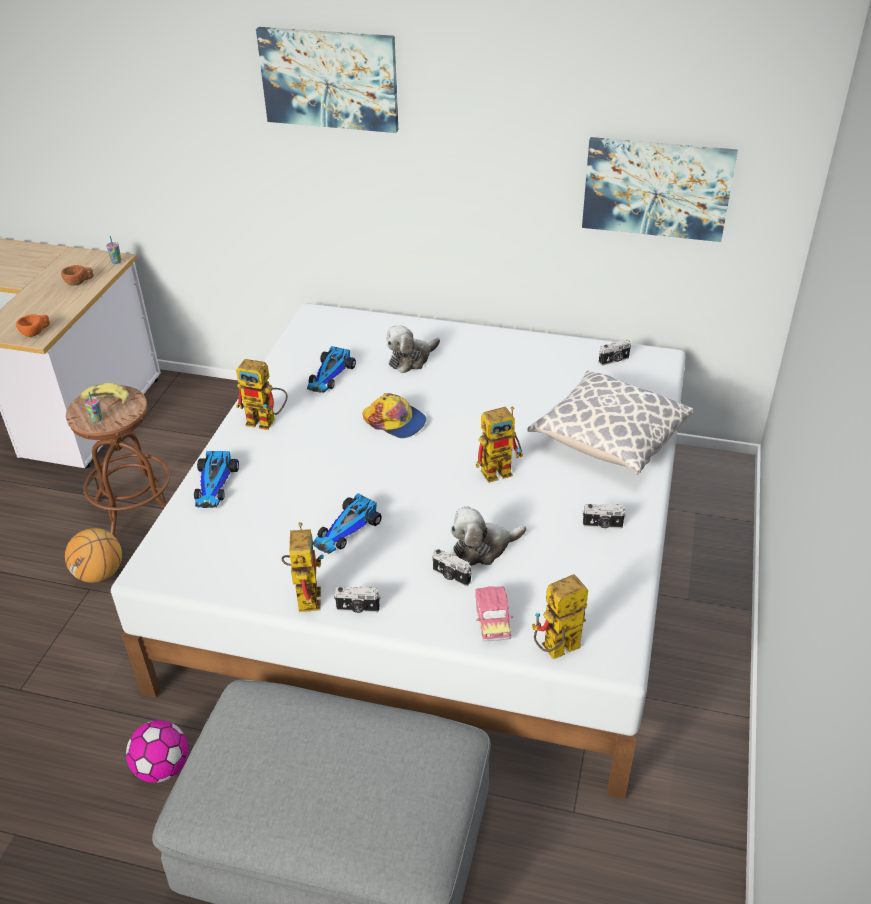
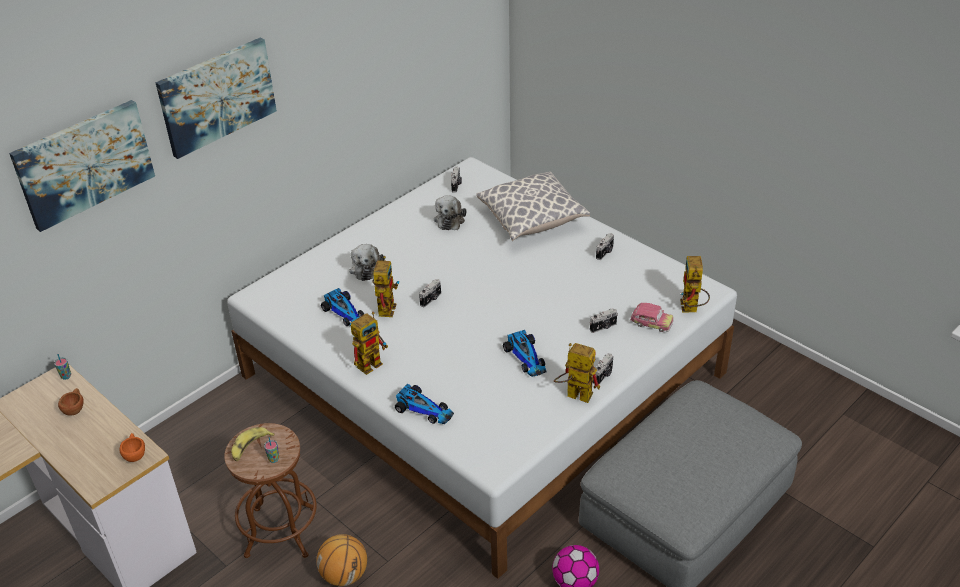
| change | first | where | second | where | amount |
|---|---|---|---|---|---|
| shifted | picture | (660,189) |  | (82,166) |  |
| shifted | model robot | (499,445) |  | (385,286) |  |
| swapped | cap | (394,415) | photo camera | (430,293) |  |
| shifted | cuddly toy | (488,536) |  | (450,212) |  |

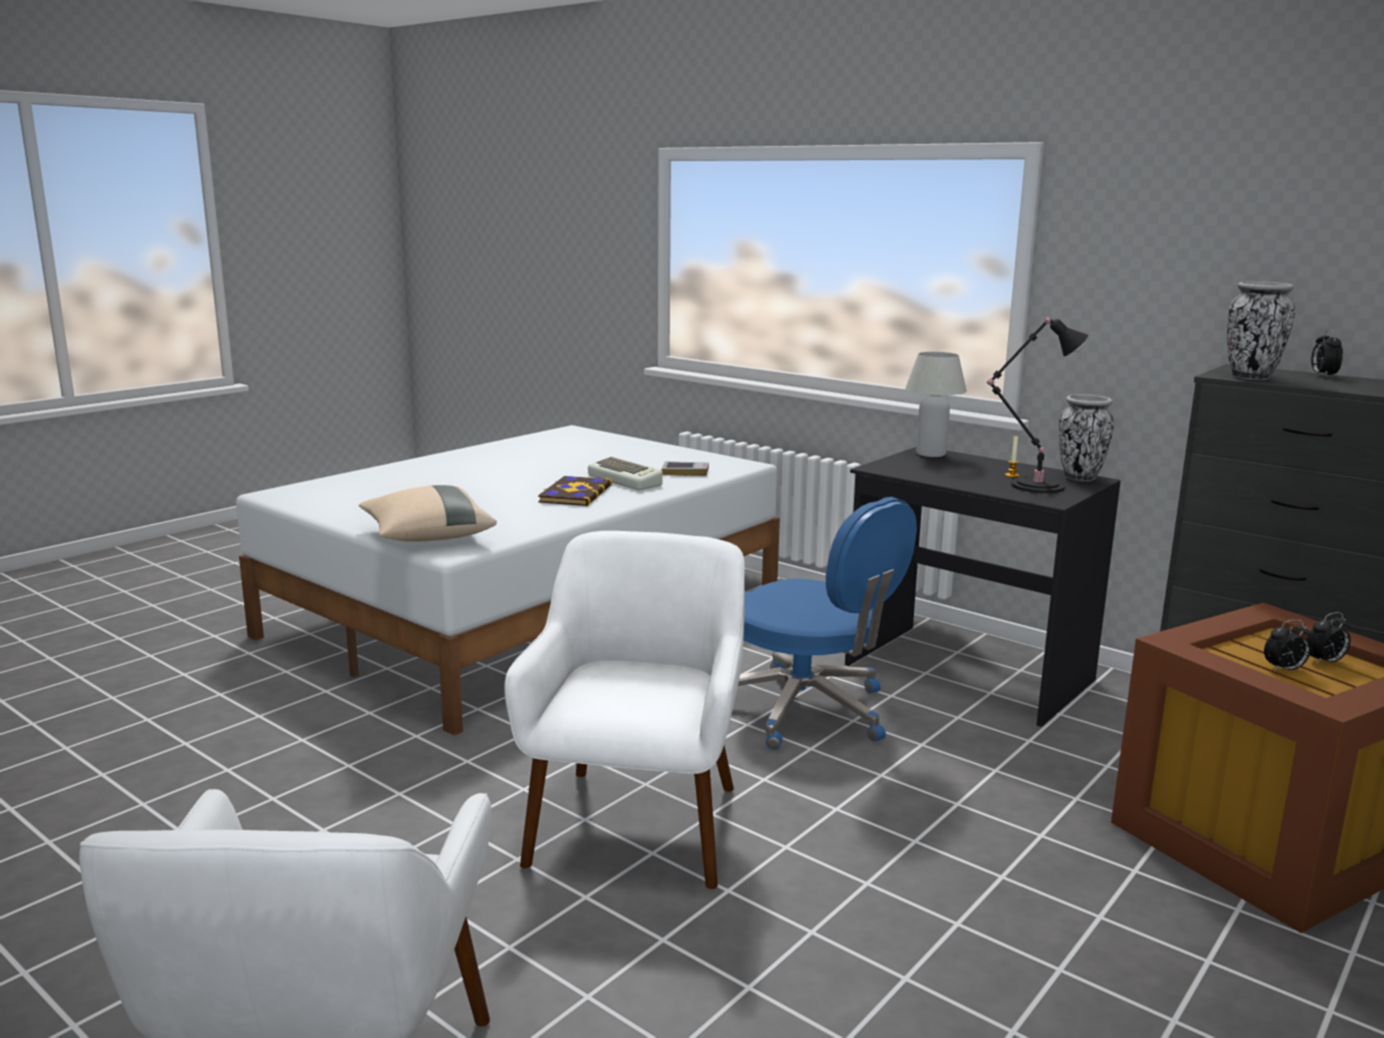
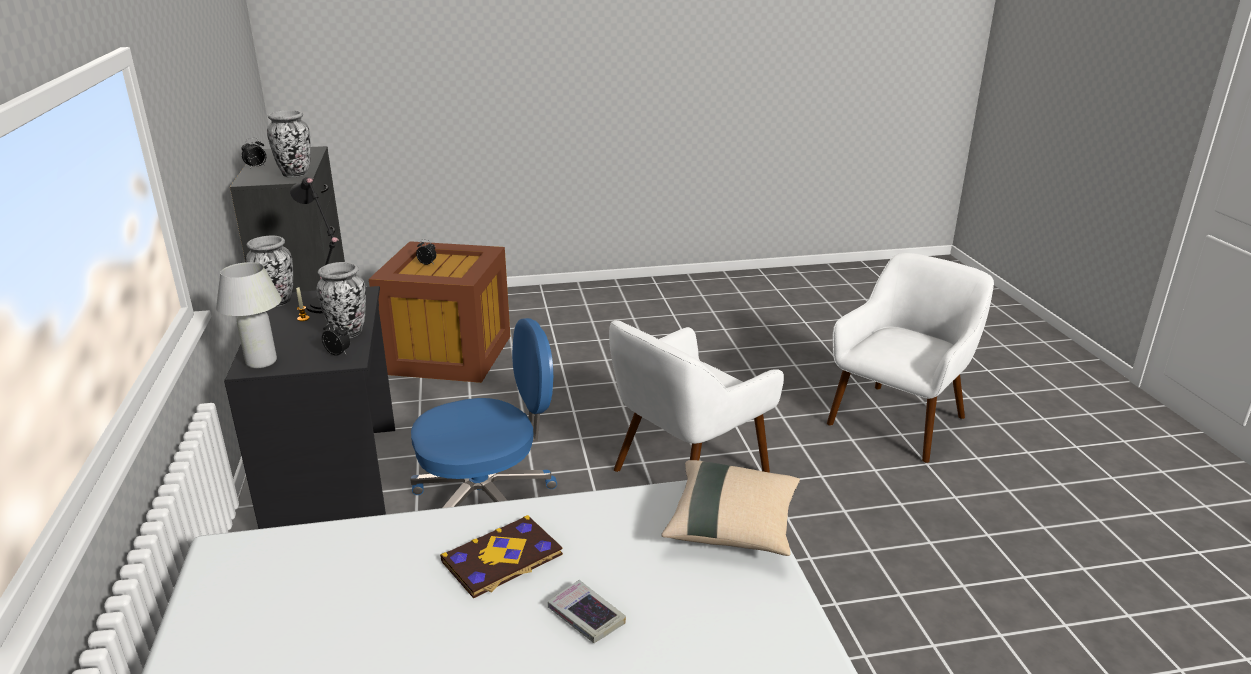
| change | first | where | second | where | amount |
|---|---|---|---|---|---|
| new |  |  | flower vase | (341,300) |  |
| shifted | alarm clock | (1288,645) |  | (336,338) |  |
| rotated | computer chair (blue) | (827,623) |  | (483,413) | 75 degrees clockwise |
| shifted | bound book | (685,468) |  | (587,611) |  |
| gone | PC keyboard | (625,473) |  |  |  |

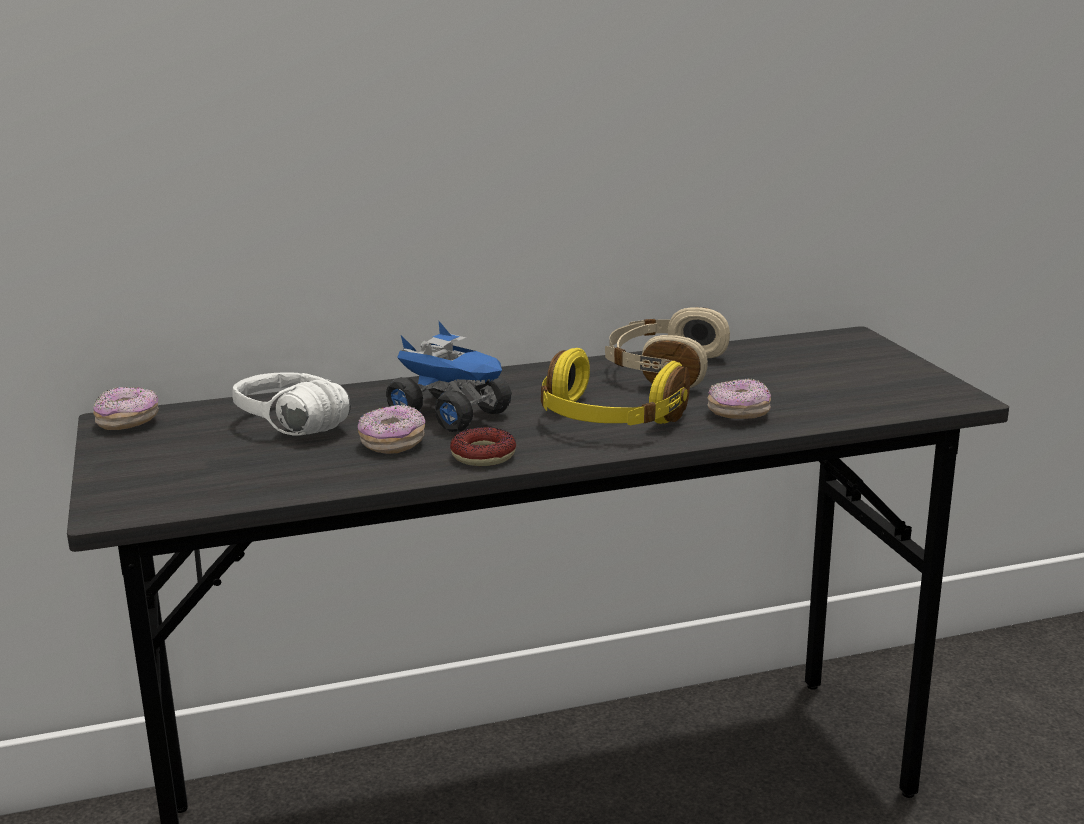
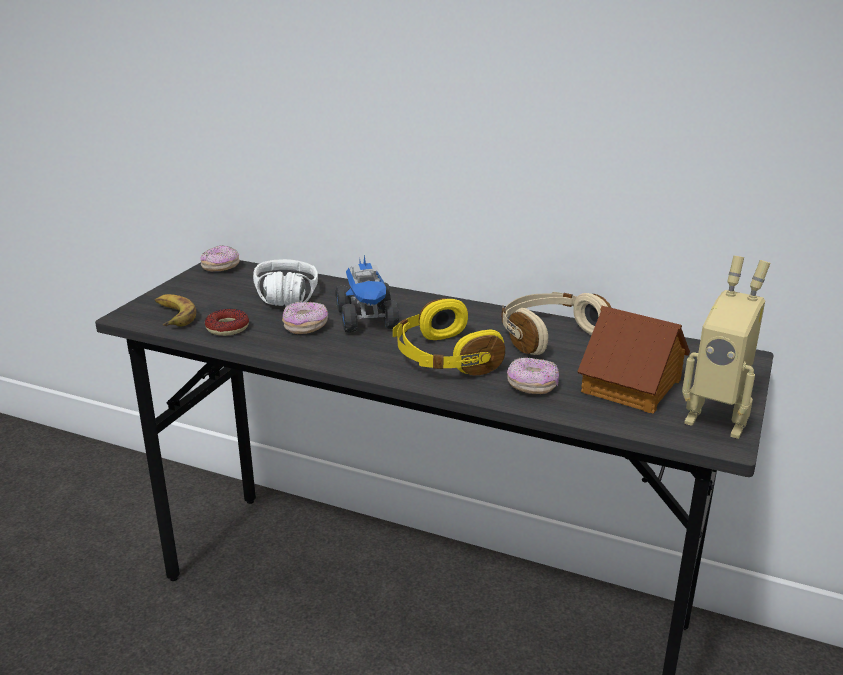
| change | first | where | second | where | amount |
|---|---|---|---|---|---|
| new |  |  | banana fruit | (175,310) |  |
| shifted | ring doughnut | (483,446) |  | (227,322) |  |
| new |  |  | toy house | (633,360) |  |
| new |  |  | model robot | (726,347) |  |

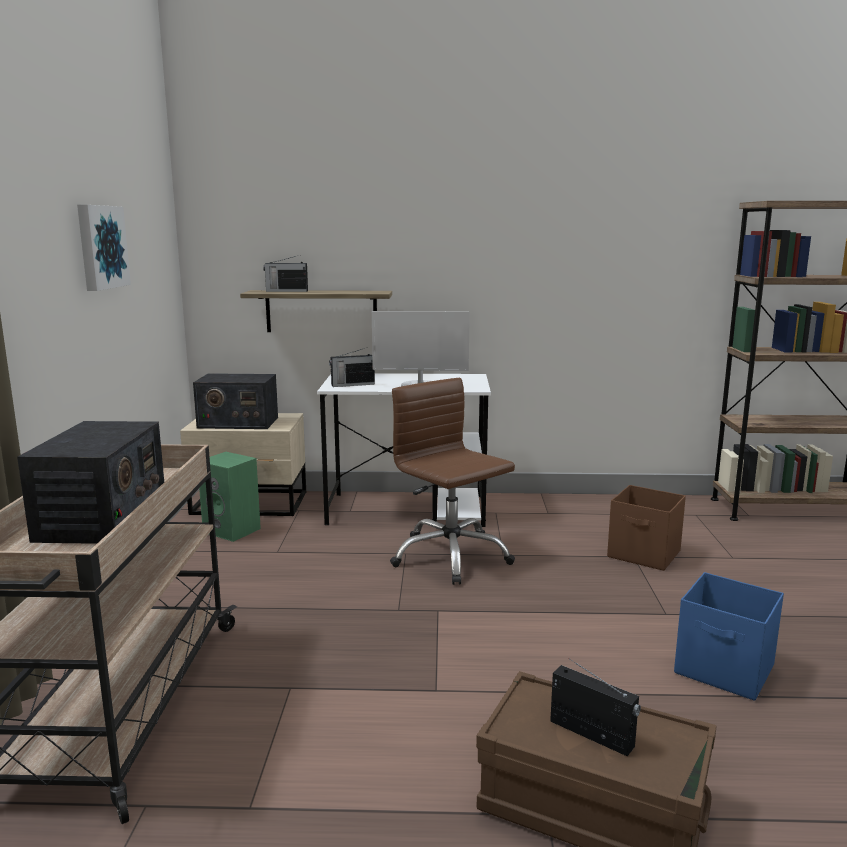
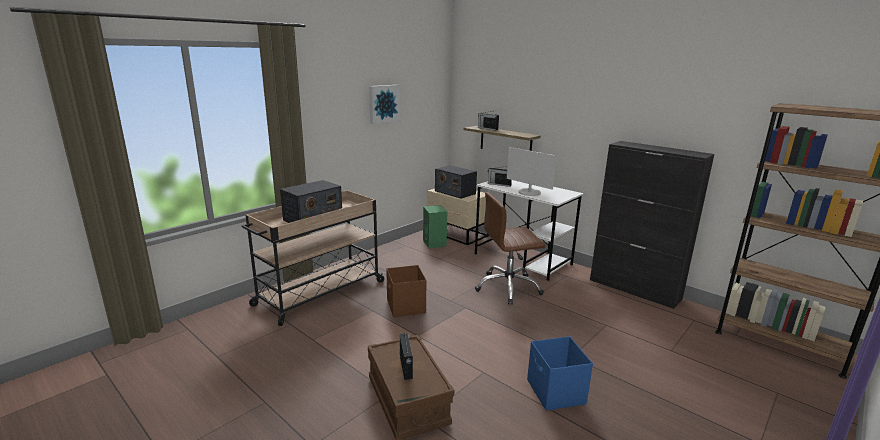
| change | first | where | second | where | amount |
|---|---|---|---|---|---|
| shifted | storage container (brown) | (646,528) |  | (406,291) |  |
| rotated | computer chair (brown) | (452,481) |  | (510,248) | 105 degrees counterclockwise |
| new |  |  | storage cabinet (black-coloured) | (652,225) |  |

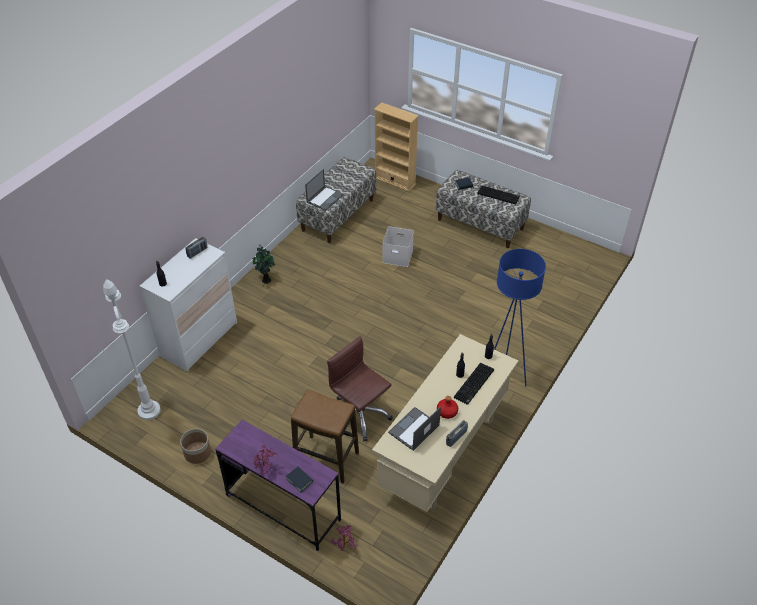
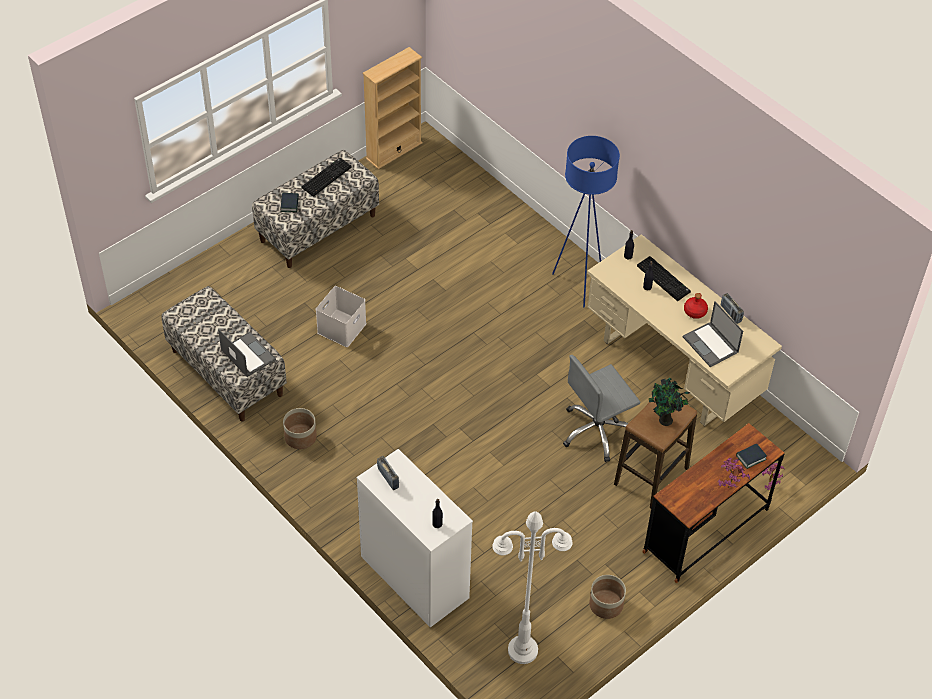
| change | first | where | second | where | amount |
|---|---|---|---|---|---|
| new |  |  | flower pot | (300,428) |  |
| shifted | shelving unit (beige) | (396,147) |  | (392,108) |  |
| repainted | computer chair (brown) | (360,389) | computer chair (greyish) | (601,408) |  |
| repainted | desk table (purplish) | (278,485) | desk table (brown) | (713,503) |  |
| shifted | houseplant | (263,264) |  | (669,402) |  |

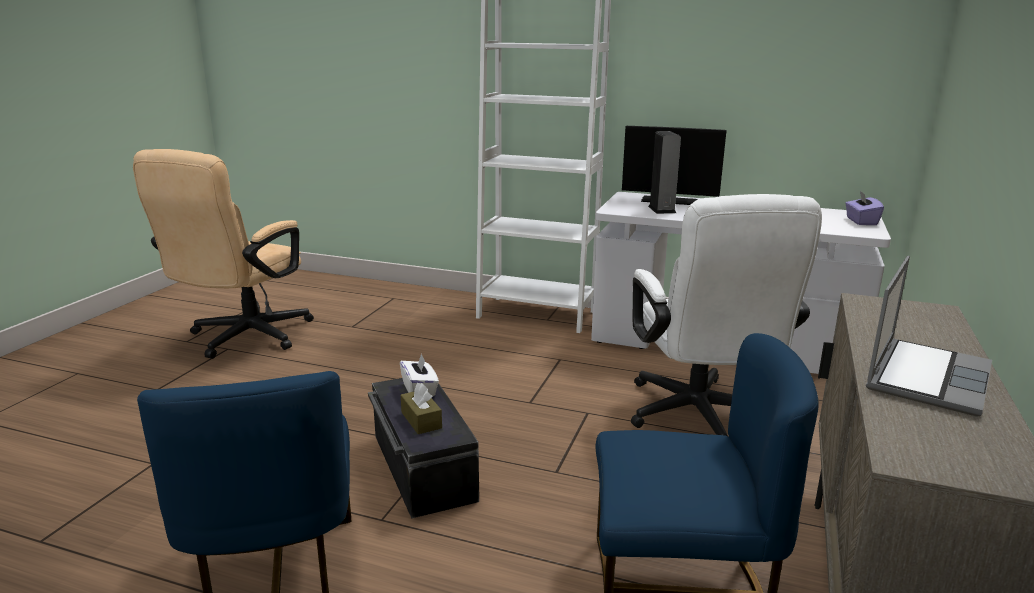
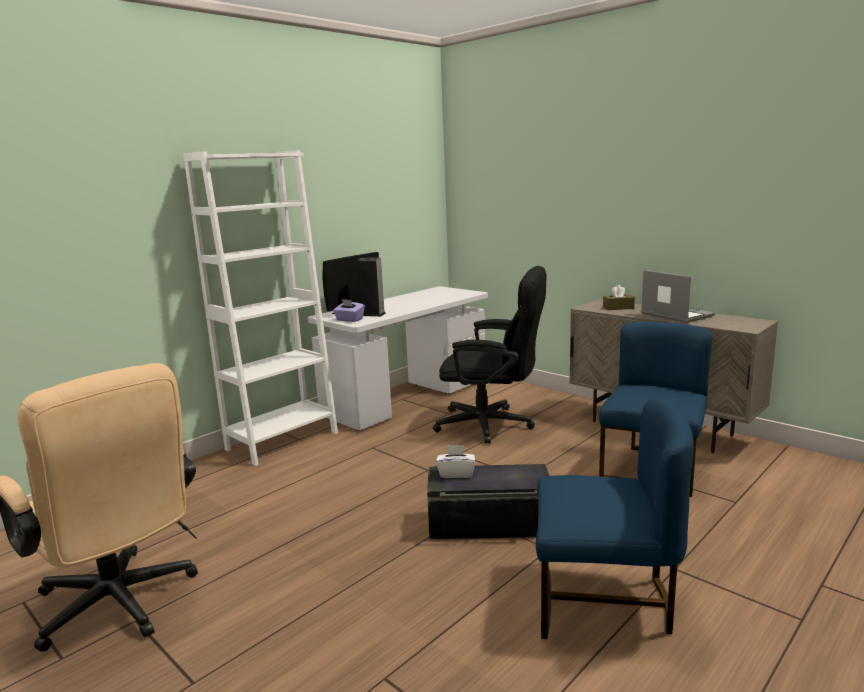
| change | first | where | second | where | amount |
|---|---|---|---|---|---|
| shifted | box of tissues (purplish) | (864,208) |  | (349,310) |  |
| repainted | computer chair (whitish) | (726,315) | computer chair (black-coloured) | (489,355) |  |
| shifted | box of tissues (brown) | (421,408) |  | (619,297) |  |

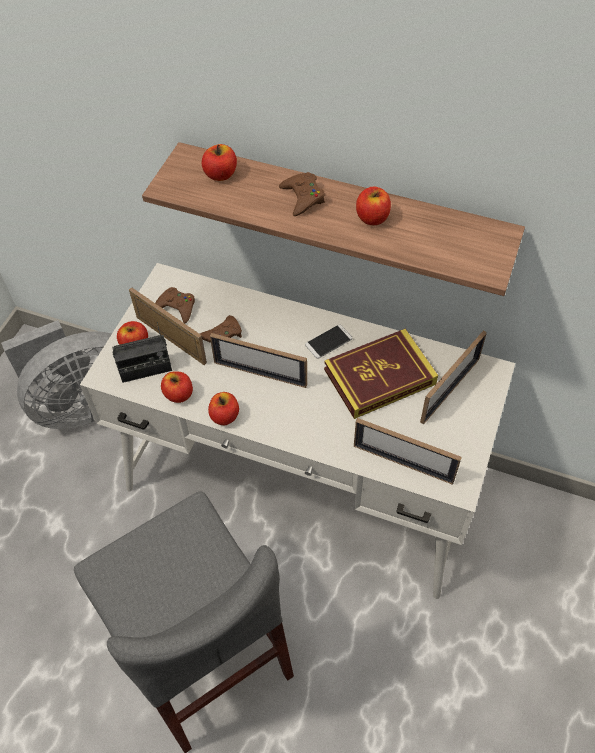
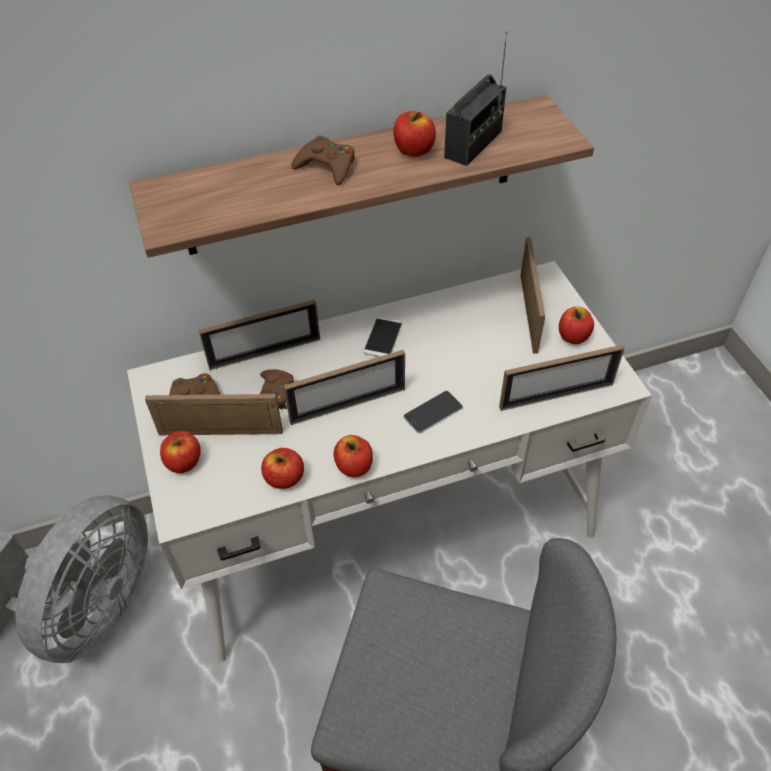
| change | first | where | second | where | amount |
|---|---|---|---|---|---|
| new |  |  | standing frame | (259,334) |  |
| new |  |  | handset | (433,412) |  |
| shifted | radio | (142,352) |  | (475,98) |  |
| shifted | apple | (219,162) |  | (576,325) |  |
| gone | bound book | (381,374) |  |  |  |

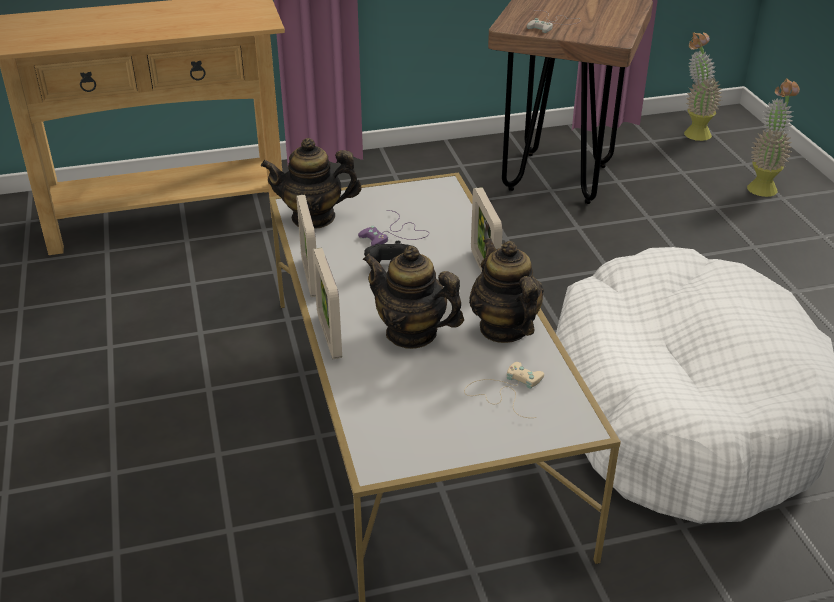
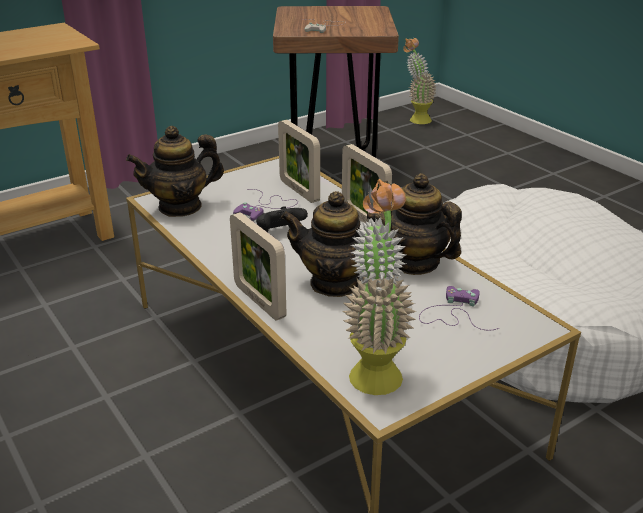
| change | first | where | second | where | amount |
|---|---|---|---|---|---|
| shifted | standing frame | (306,246) |  | (299,161) |  |
| shifted | houseplant | (773,138) |  | (380,287) |  |
| repainted | joypad (beige) | (504,390) | joypad (purplish) | (459,308) |  |

